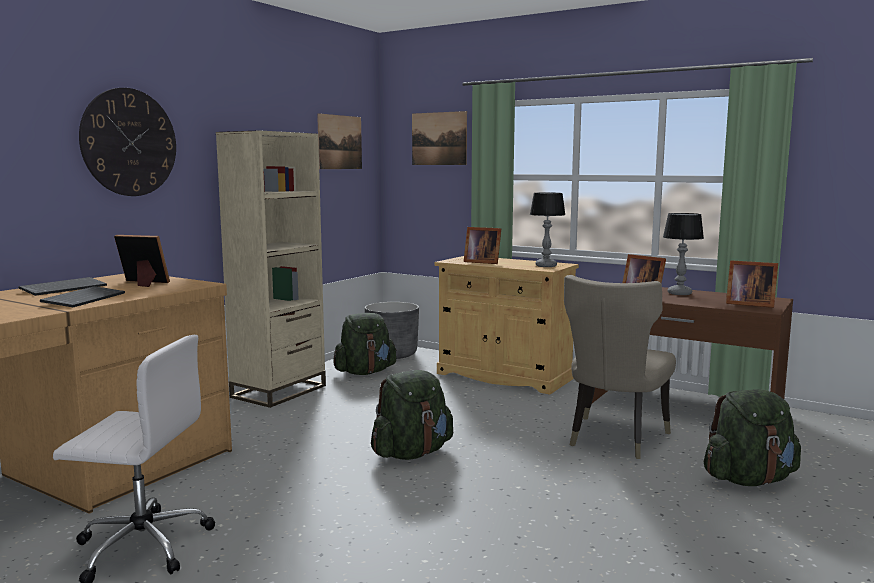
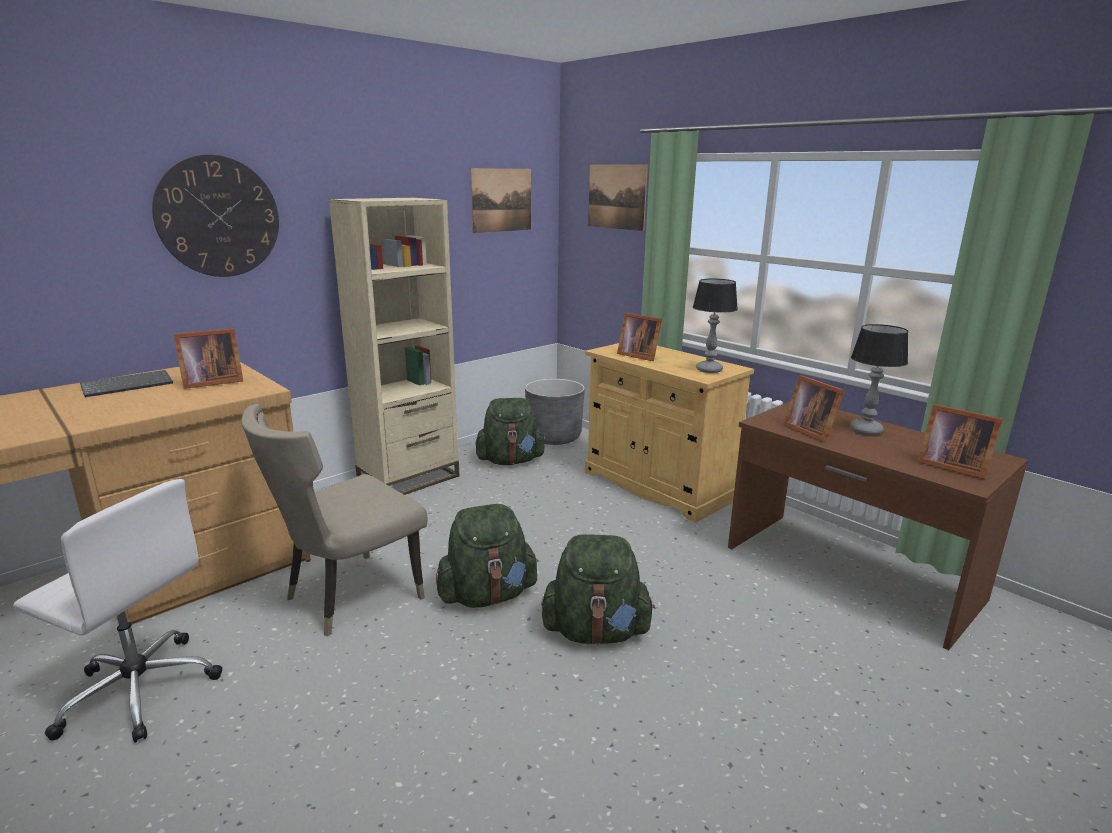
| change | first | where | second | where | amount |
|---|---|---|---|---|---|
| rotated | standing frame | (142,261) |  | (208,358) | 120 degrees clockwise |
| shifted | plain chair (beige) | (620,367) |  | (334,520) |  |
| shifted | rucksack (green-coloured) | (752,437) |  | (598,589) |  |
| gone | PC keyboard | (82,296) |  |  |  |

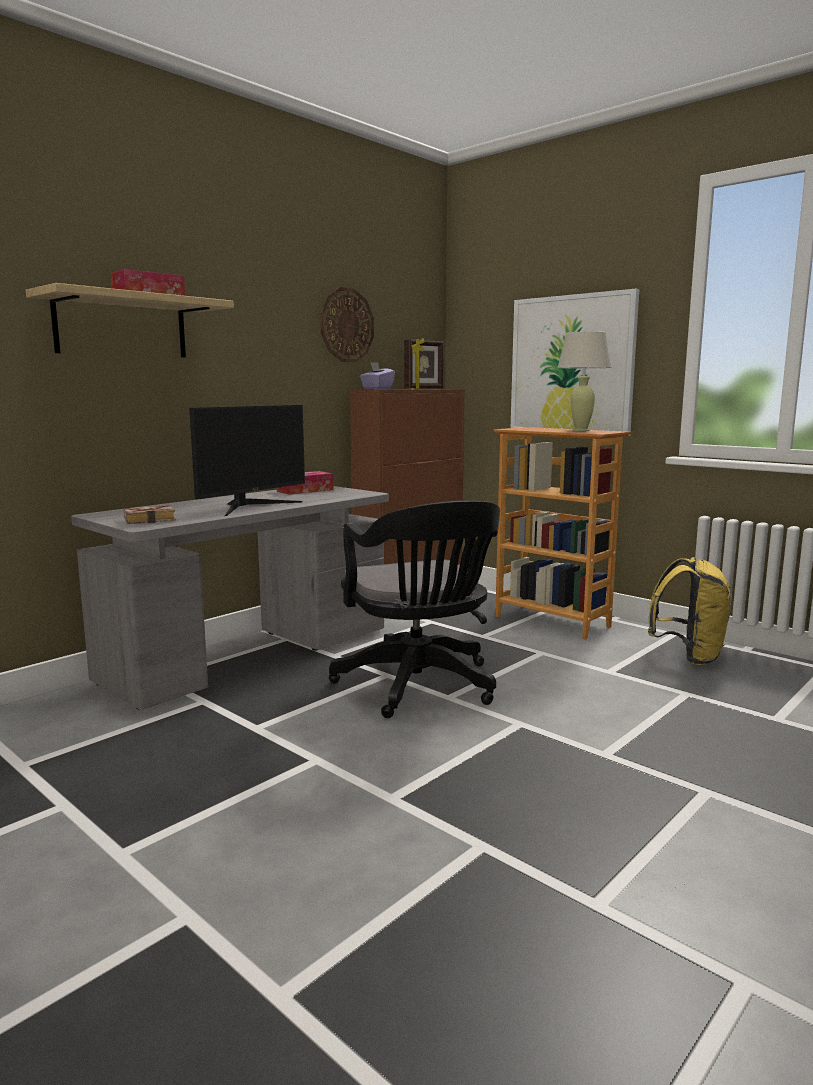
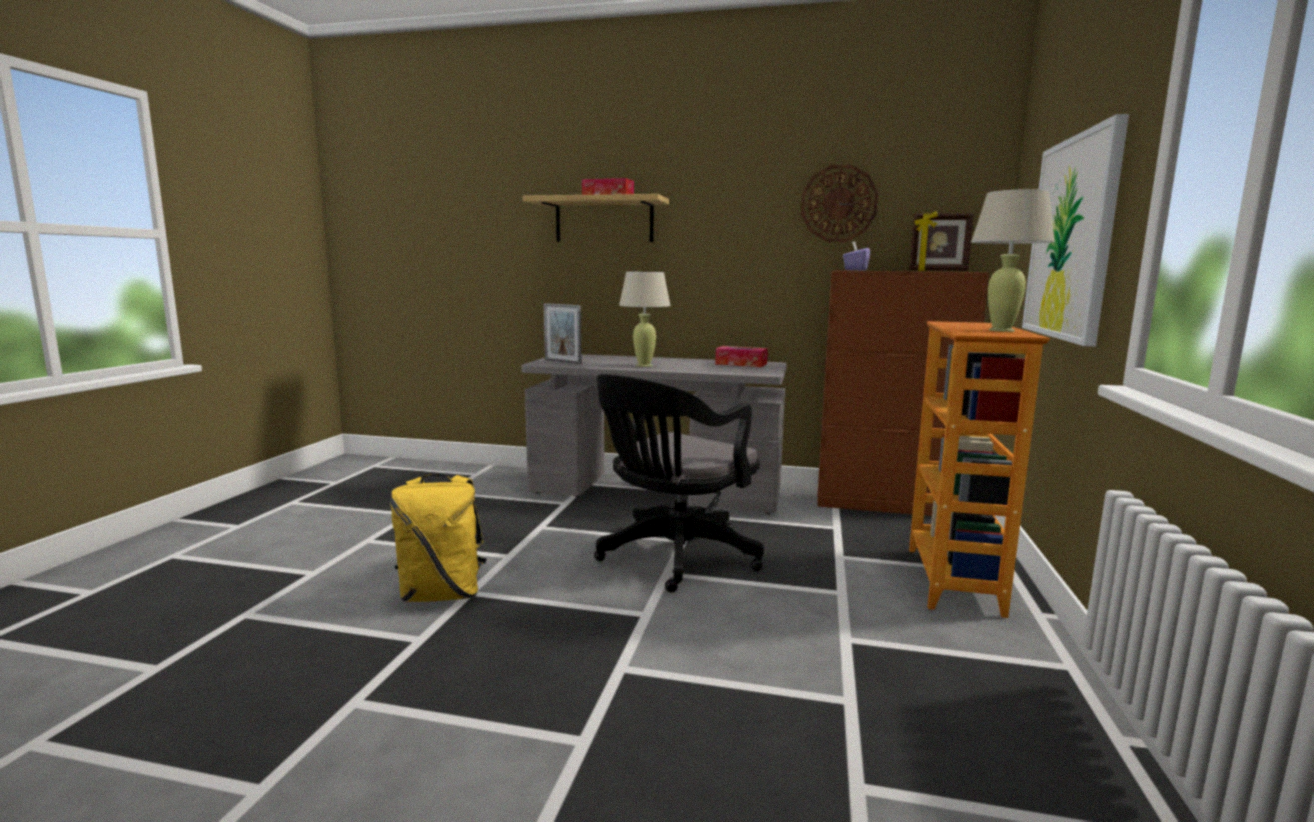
| change | first | where | second | where | amount |
|---|---|---|---|---|---|
| shifted | rucksack (yellow-coloured) | (689,611) |  | (438,538) |  |
| swapped | bound book | (150,514) | standing frame | (562,333) |  |
| swapped | computer display | (247,460) | table lamp (beige) | (645,319) |  |

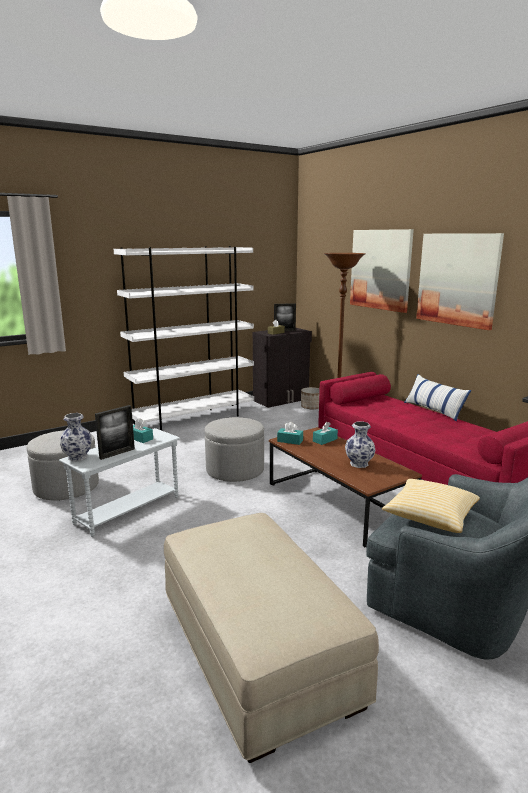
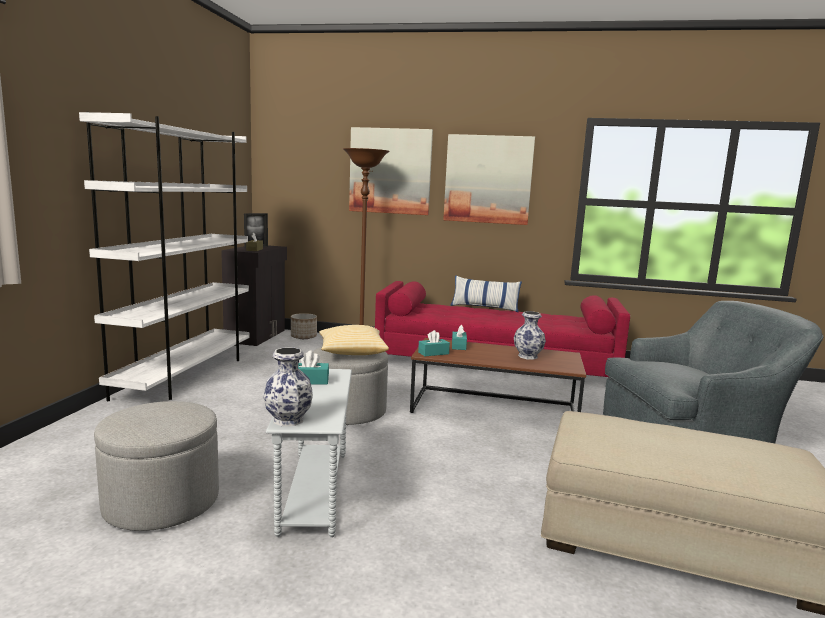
| change | first | where | second | where | amount |
|---|---|---|---|---|---|
| shifted | pillow | (431,506) |  | (354,340) |  |
| gone | standing frame | (115,432) |  |  |  |

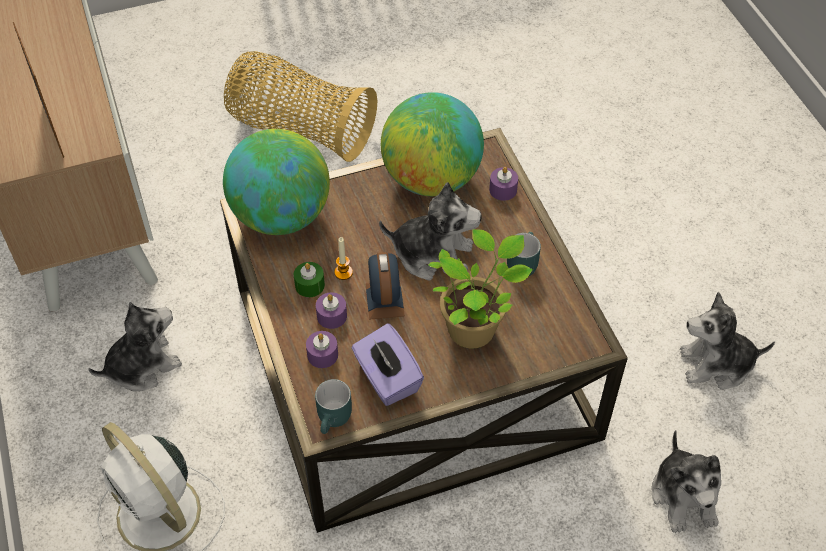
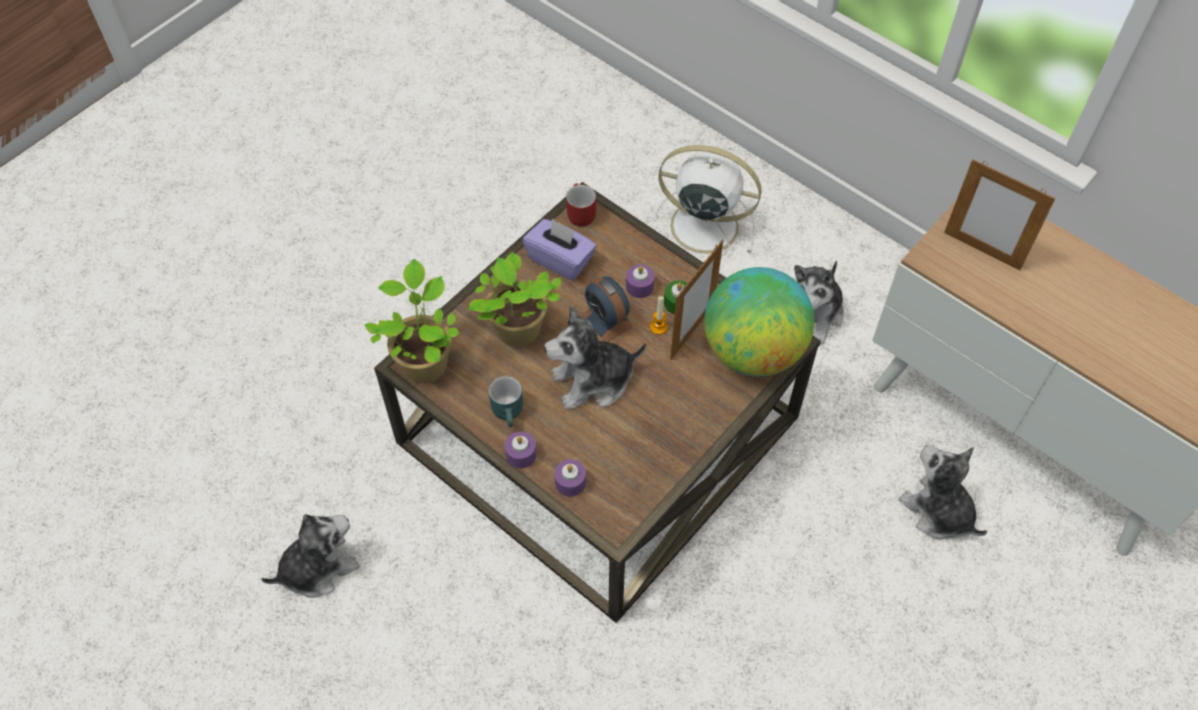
| change | first | where | second | where | amount |
|---|---|---|---|---|---|
| new |  |  | houseplant | (412,321) |  |
| shifted | wax candle (purplish) | (322,349) |  | (521,449) |  |
| repainted | mug (blue-green) | (333,406) | mug (reddish) | (581,205) |  |
| new |  |  | standing frame | (696,300) |  |
| shifted | cuddly toy | (686,481) |  | (943,492) |  |
| gone | household basket | (300,106) |  |  |  |
| gone | globe | (432,144) |  |  |  |

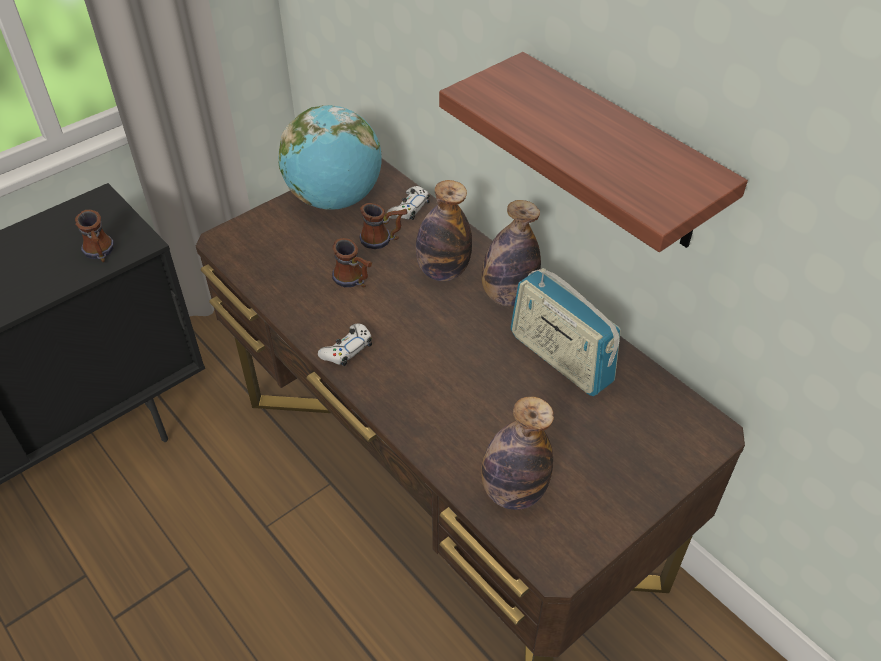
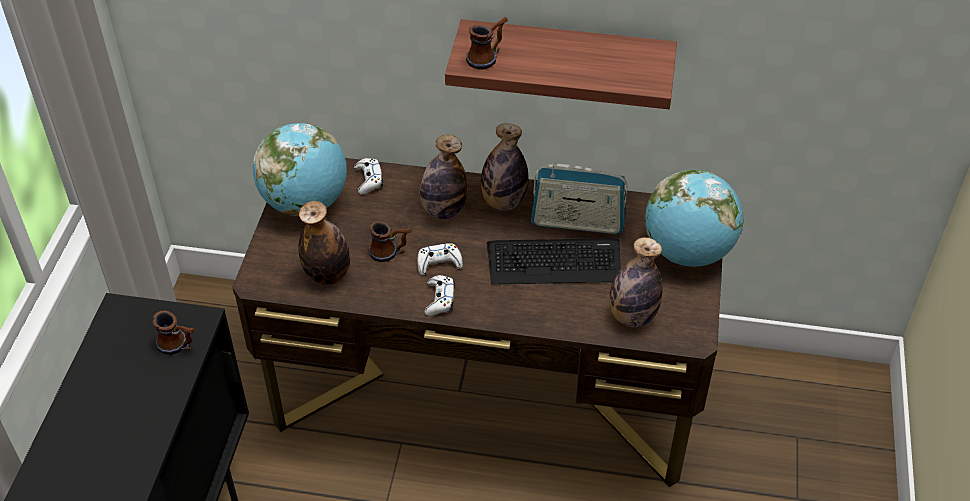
| change | first | where | second | where | amount |
|---|---|---|---|---|---|
| new |  |  | drink bottle | (324,243) |  |
| new |  |  | joypad (whitish) | (440,259) |  |
| shifted | mug | (383,226) |  | (487,43) |  |
| new |  |  | PC keyboard | (554,261) |  |
| new |  |  | globe | (694,218) |  |

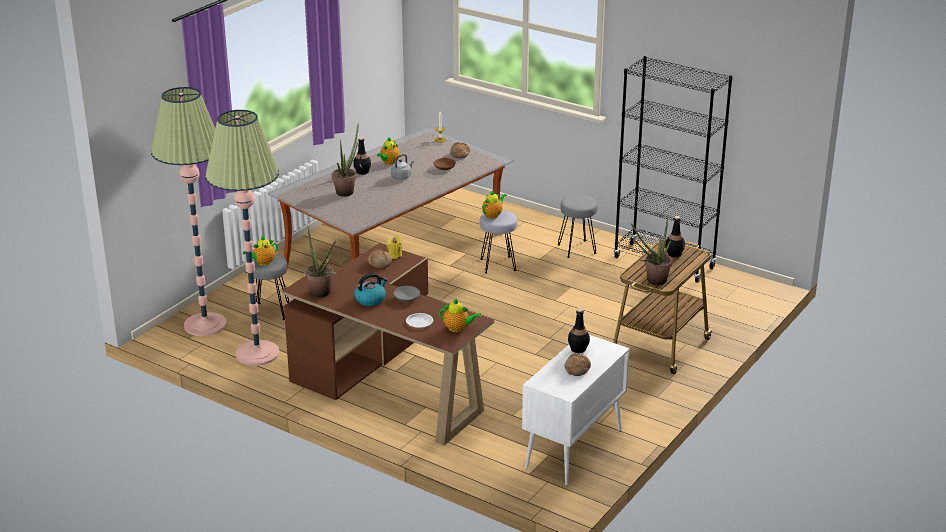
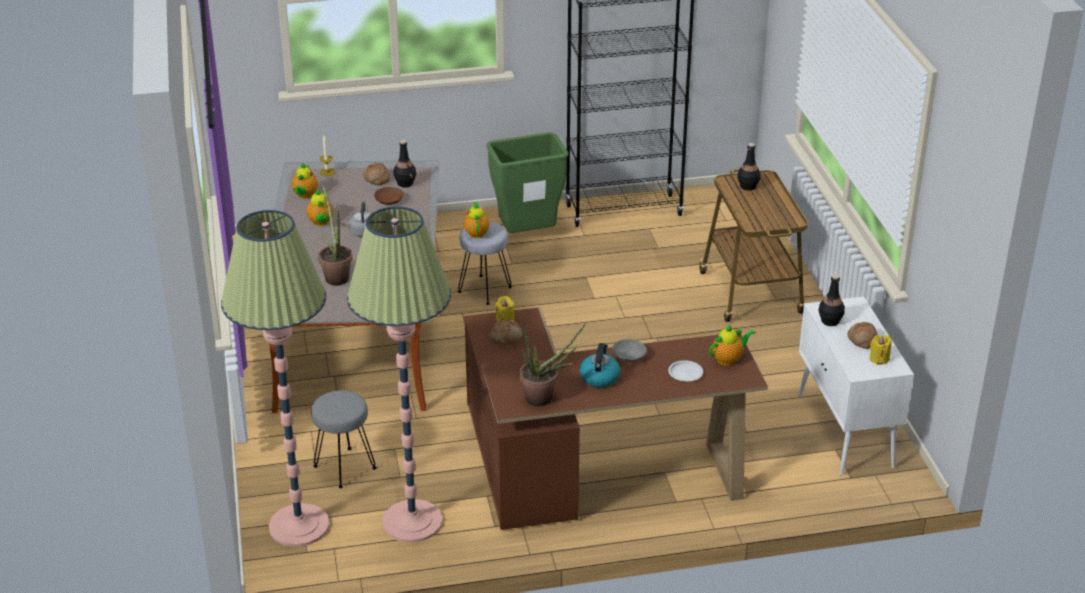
| change | first | where | second | where | amount |
|---|---|---|---|---|---|
| shifted | pot for tea | (260,250) |  | (305,181) |  |
| shifted | drink bottle (black-coloured) | (362,156) |  | (405,163) |  |
| swapped | stool (greyish) | (577,226) | rubbish bin (green-coloured) | (527,182) |  |
| new |  |  | wax candle (yellow-coloured) | (881,350) |  |
| gone | houseplant | (652,250) |  |  |  |

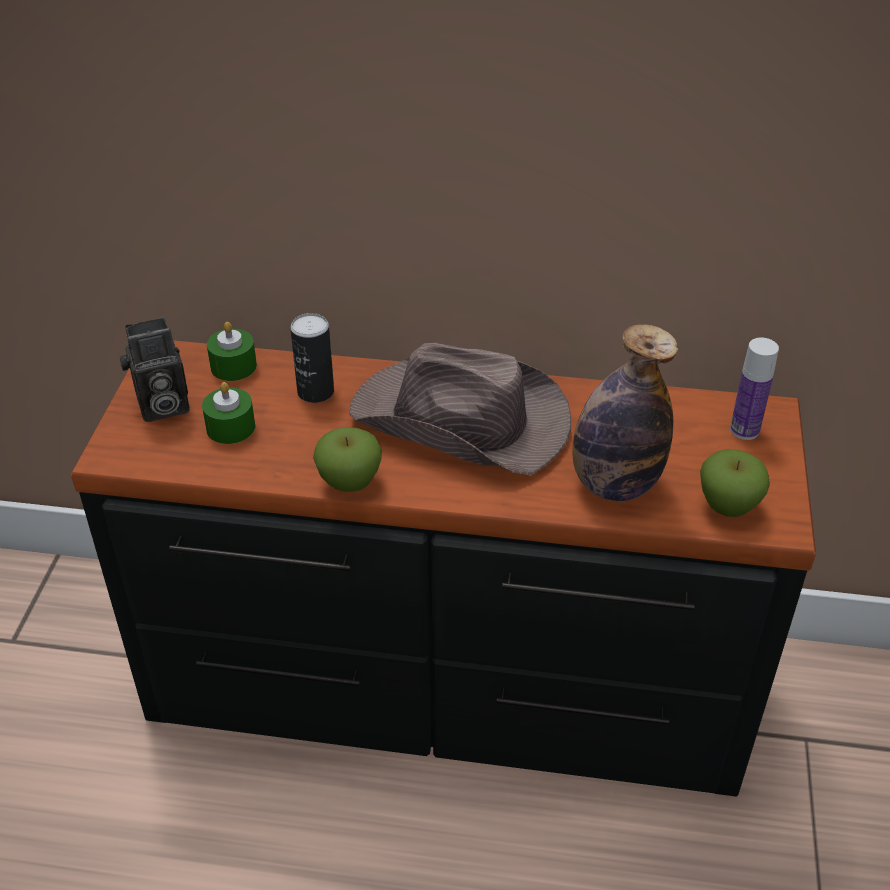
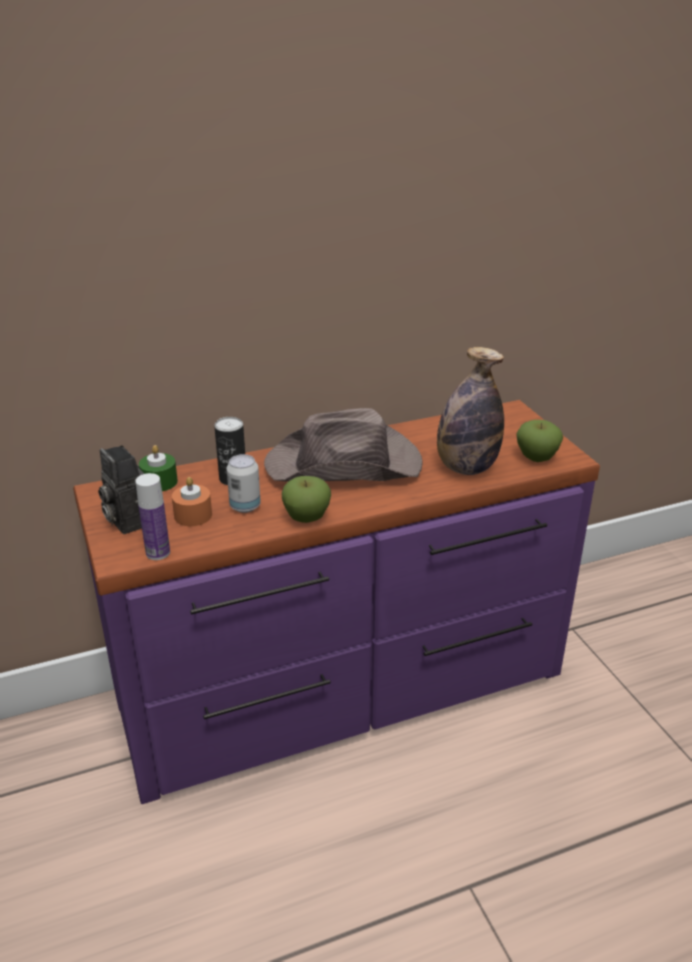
| change | first | where | second | where | amount |
|---|---|---|---|---|---|
| repainted | drawer chest (black-coloured) | (443,568) | drawer chest (purplish) | (336,602) |  |
| rotated | photo camera | (154,369) |  | (121,489) | 105 degrees clockwise |
| shifted | drink bottle | (754,389) |  | (152,516) |  |
| repainted | wax candle (green-coloured) | (228,413) | wax candle (orange) | (192,501) |  |
| new |  |  | sealed can | (243,483) |  |

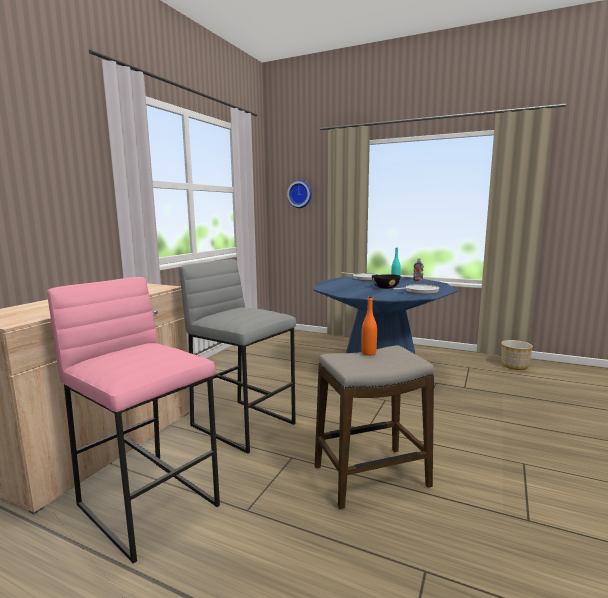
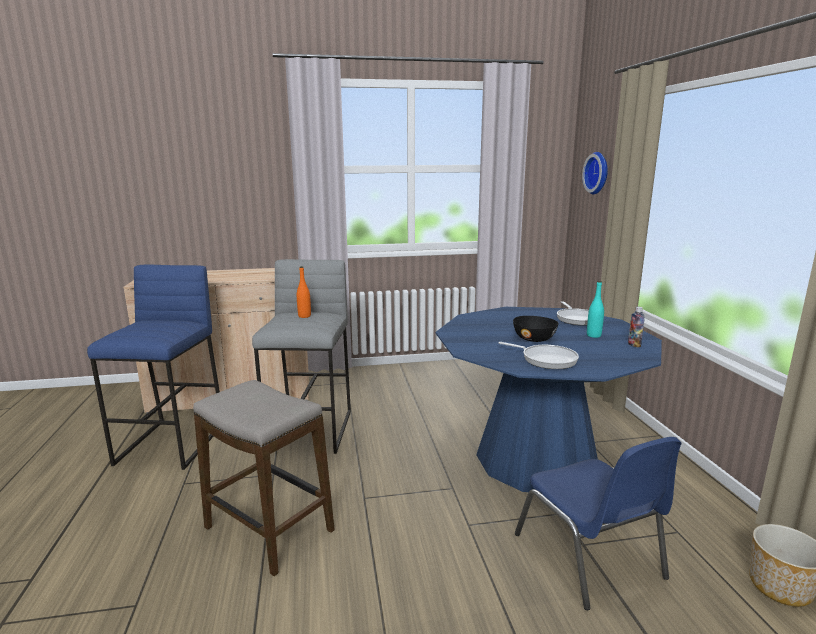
| change | first | where | second | where | amount |
|---|---|---|---|---|---|
| repainted | stool (pink-coloured) | (133,420) | stool (blue) | (153,367) |  |
| shifted | drink bottle (orange) | (369,326) |  | (304,292) |  |
| new |  |  | plain chair (blue) | (598,523) |  |

